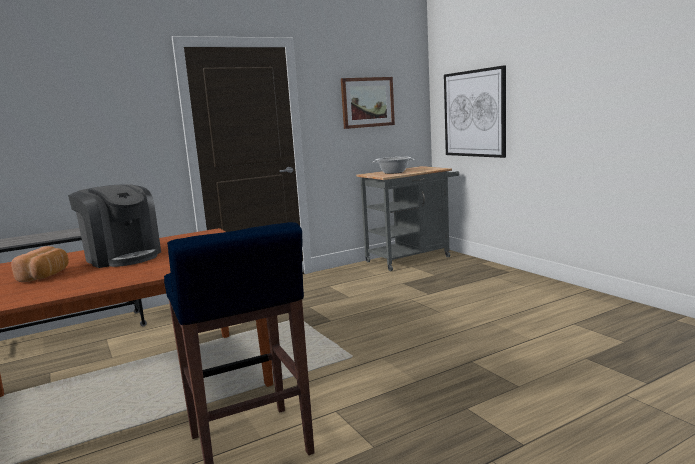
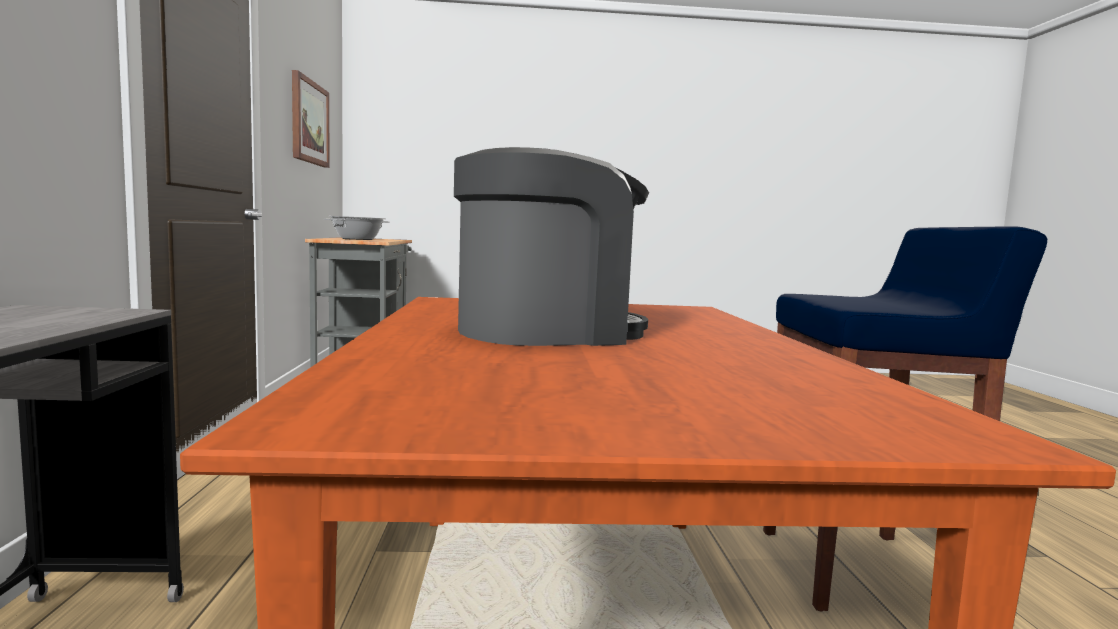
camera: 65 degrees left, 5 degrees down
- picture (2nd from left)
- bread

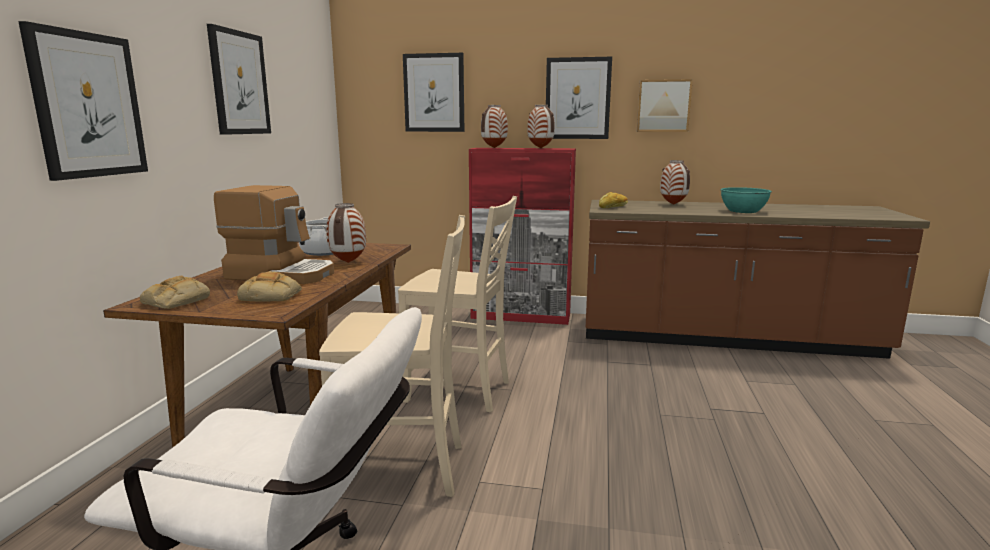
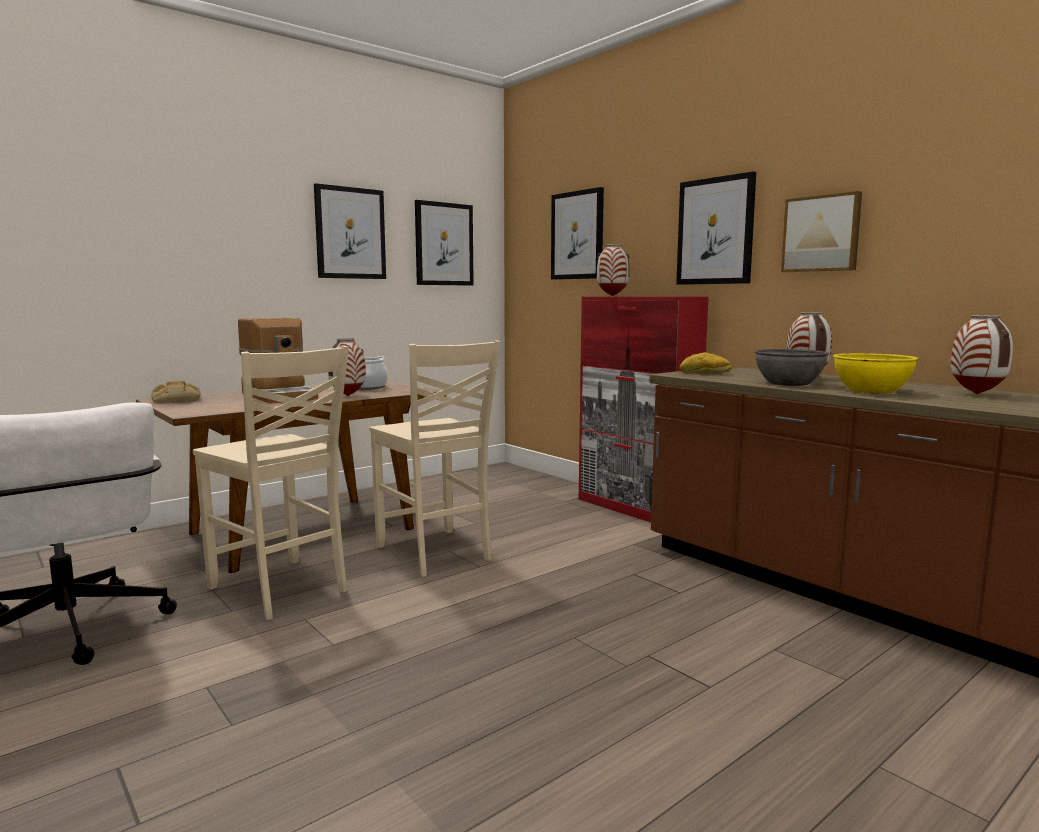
camera: 40 degrees right, 5 degrees down
~ picture (1st from left in the first image) to picture (2nd from left)
~ vase (3rd from left in the first image) to vase (4th from left)
~ bowl/turquoise to bowl/yellow
- bread (2nd from left)
+ bowl/grey

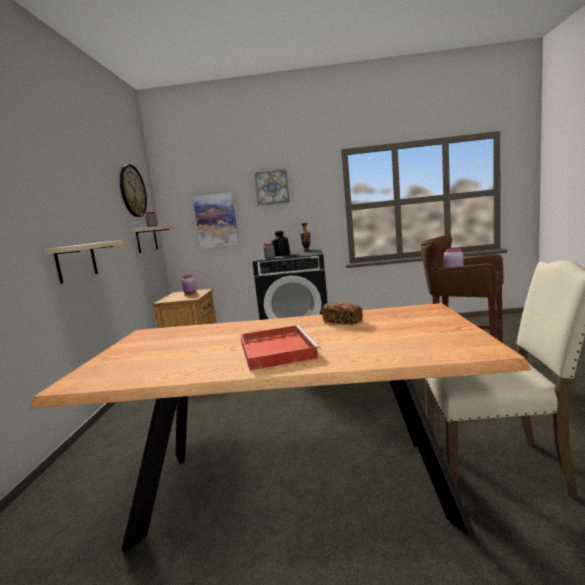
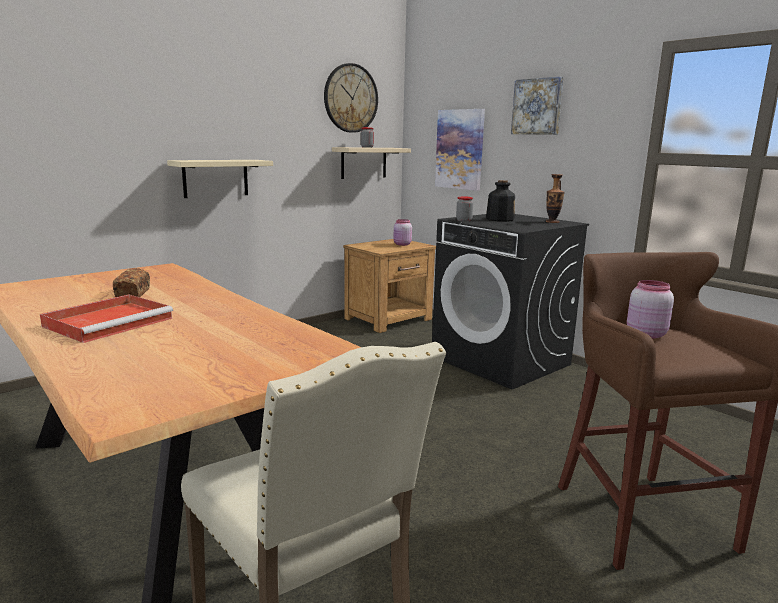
camera: 45 degrees right, 5 degrees up
~ bread

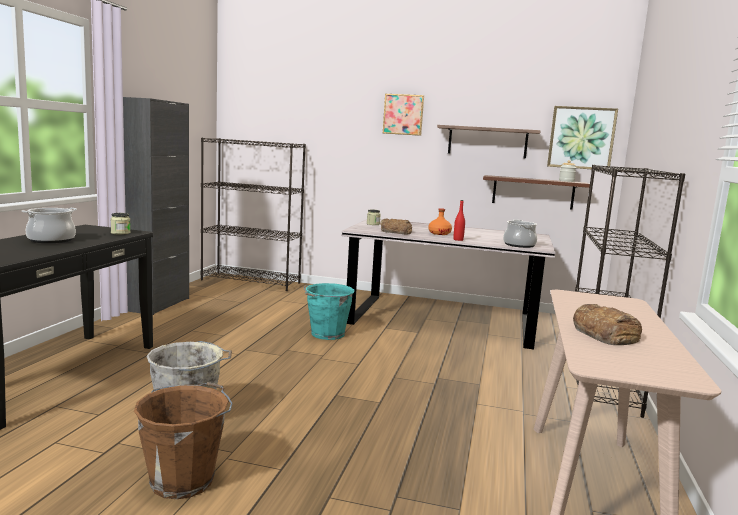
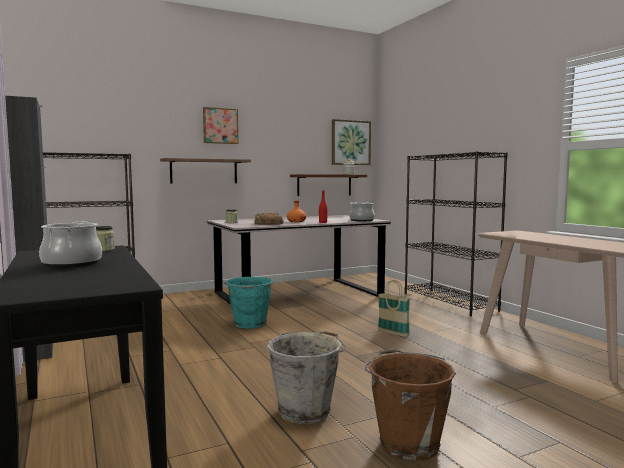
camera: 40 degrees left, 5 degrees down
~ shelf (1st from left)
- bread (2nd from left)
+ basket

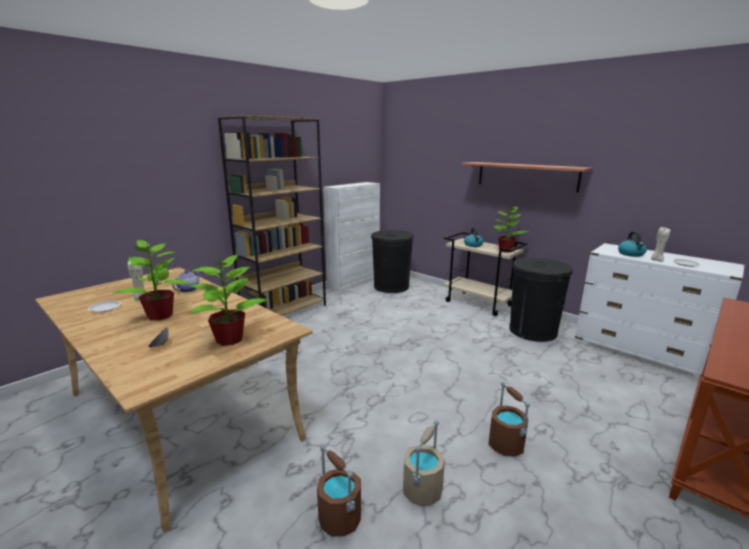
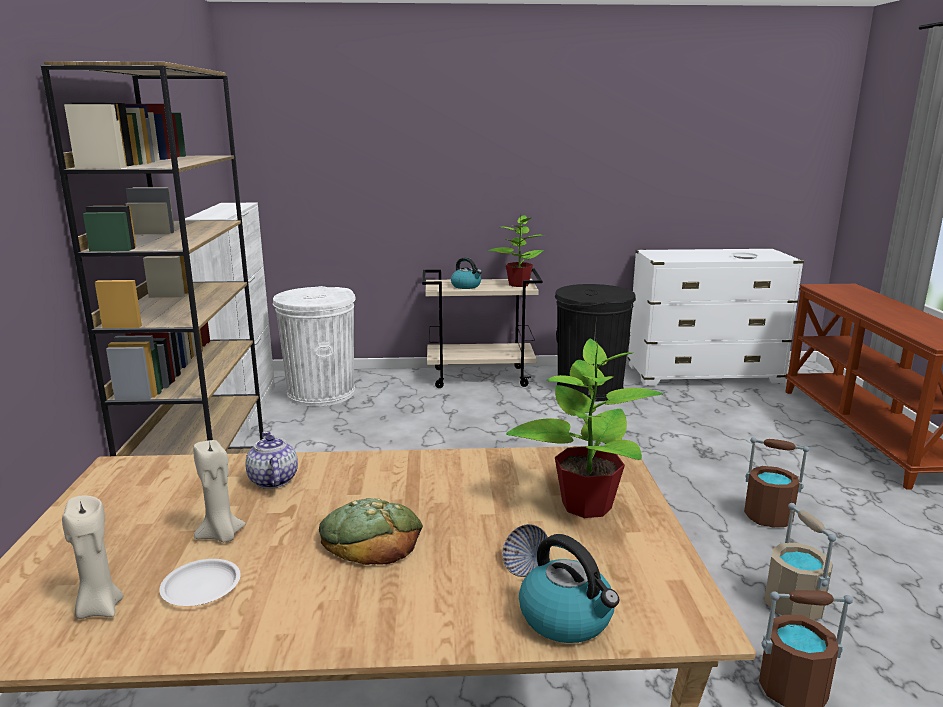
camera: 45 degrees left, 0 degrees up
- shelf
~ candle/beige (2nd from left in the first image) to candle/beige (1st from left)
~ trash can/black (1st from left) to trash can/white
~ kettle (2nd from left)
~ potted plant (1st from left) to bread

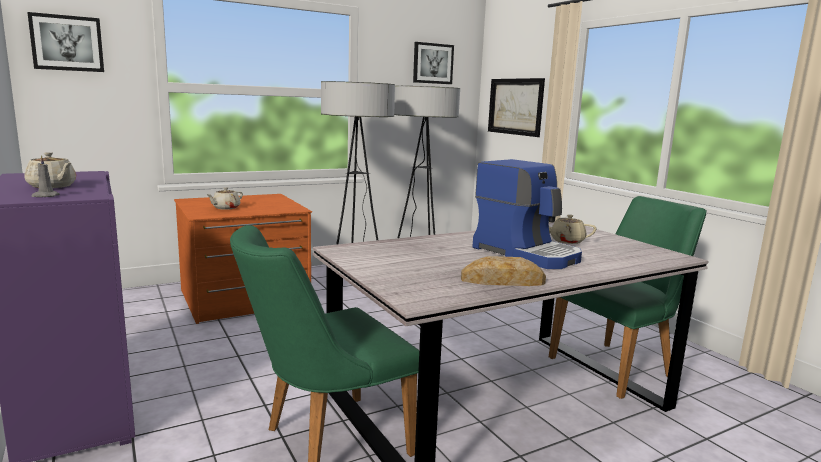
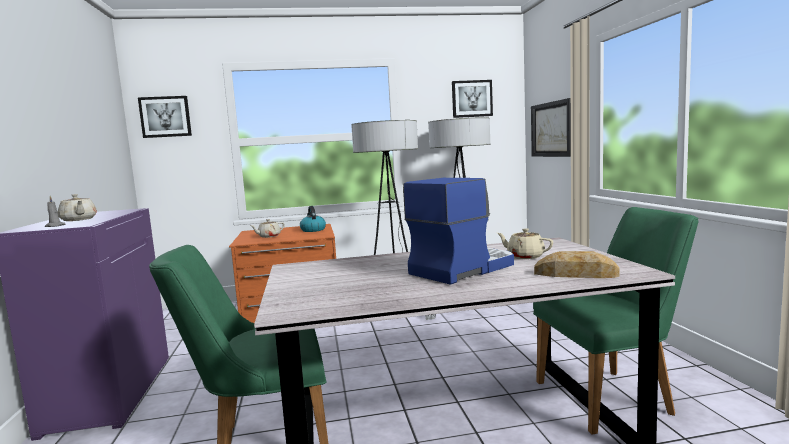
camera: 20 degrees right, 5 degrees down
~ coffee machine 105 degrees counterclockwise
~ bread
+ kettle

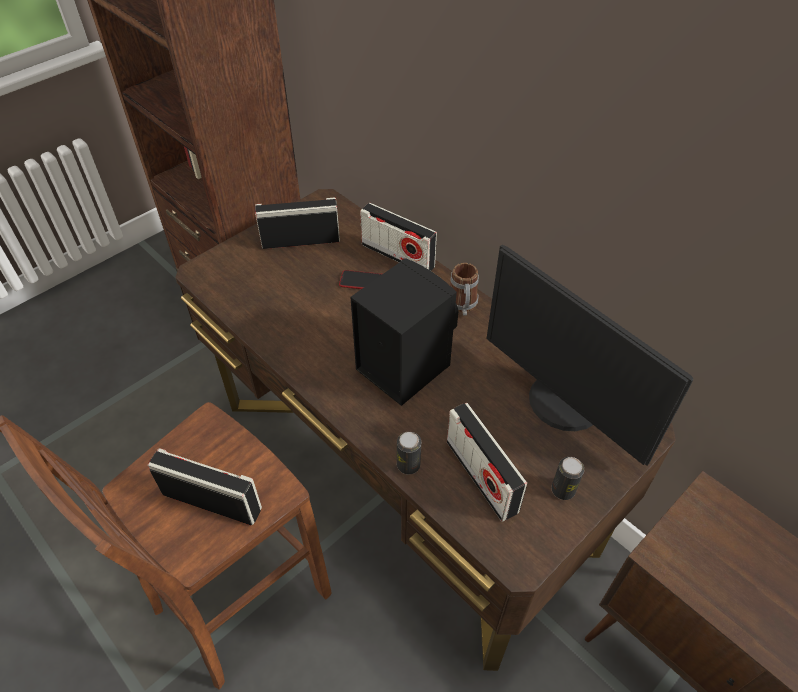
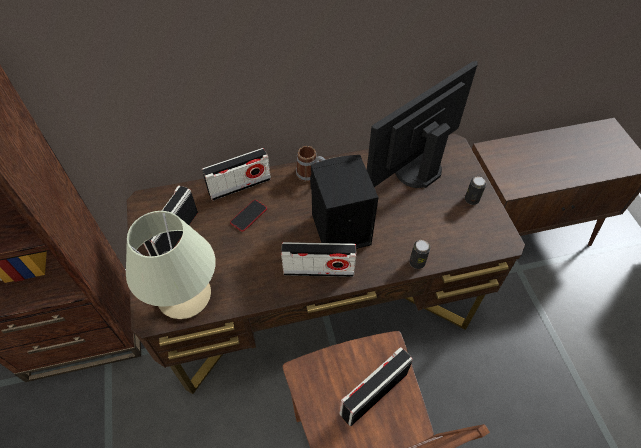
camera: 60 degrees left, 5 degrees up
~ monitor 150 degrees clockwise
~ radio (4th from left in the first image) to radio (3rd from left)
+ table lamp/beige

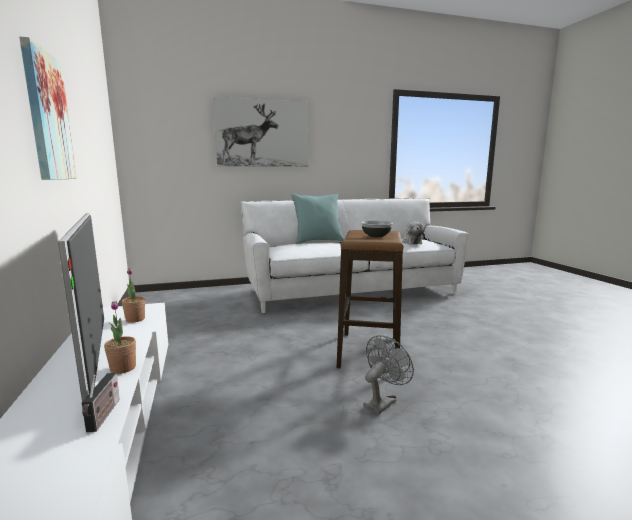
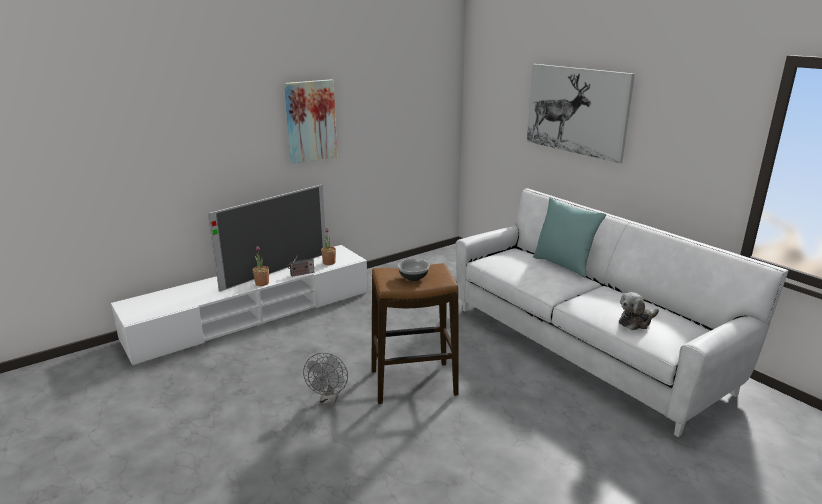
camera: 70 degrees right, 10 degrees up
~ fan/grey 75 degrees clockwise
~ radio

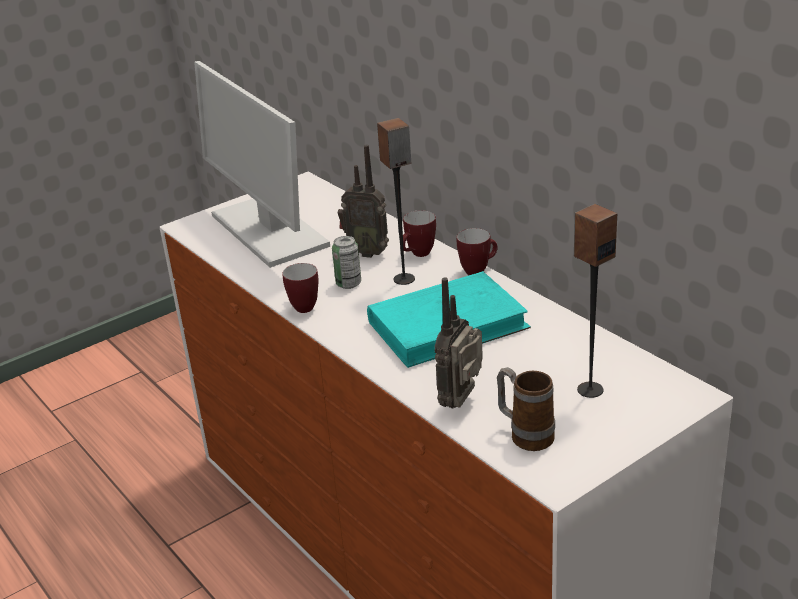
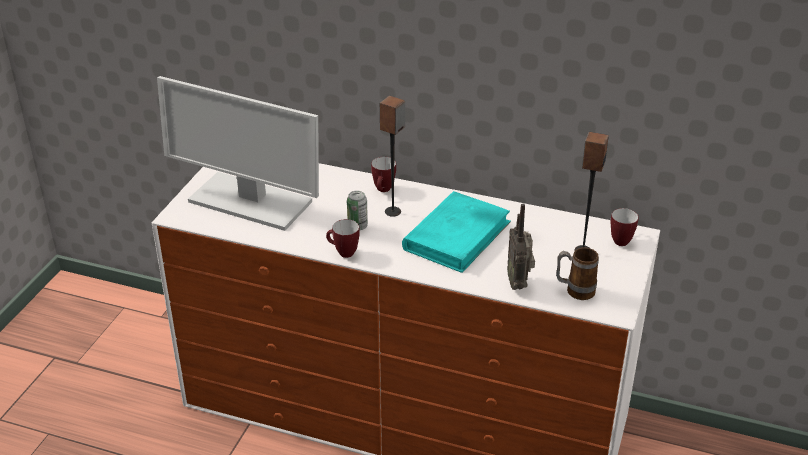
camera: 35 degrees left, 5 degrees up
- radio (1st from left)
~ mug (3rd from left in the first image) to mug (4th from left)

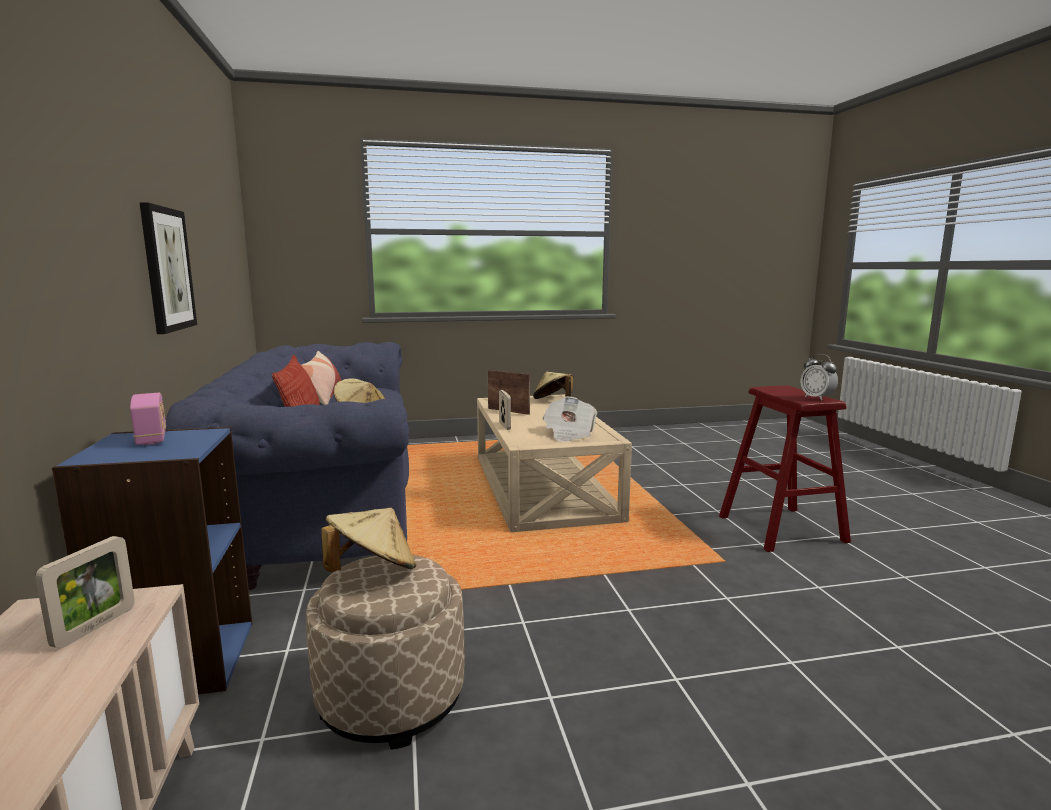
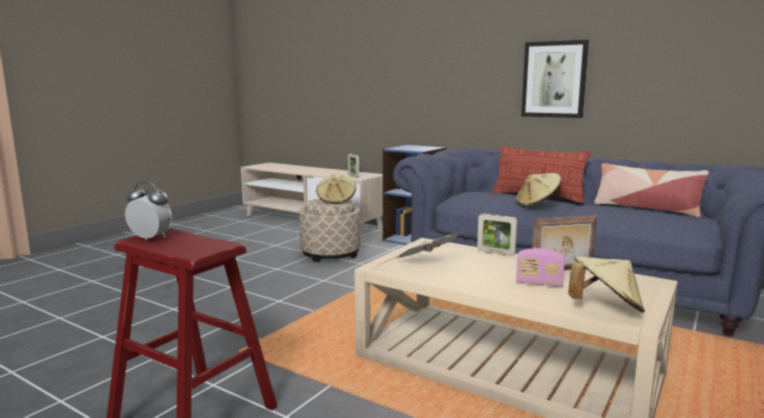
camera: 135 degrees right, 0 degrees up
~ radio

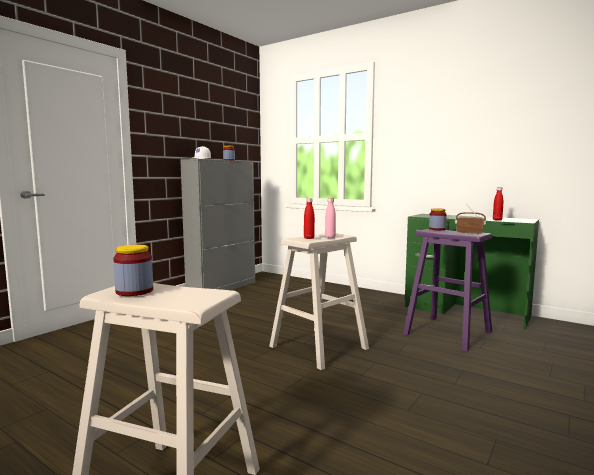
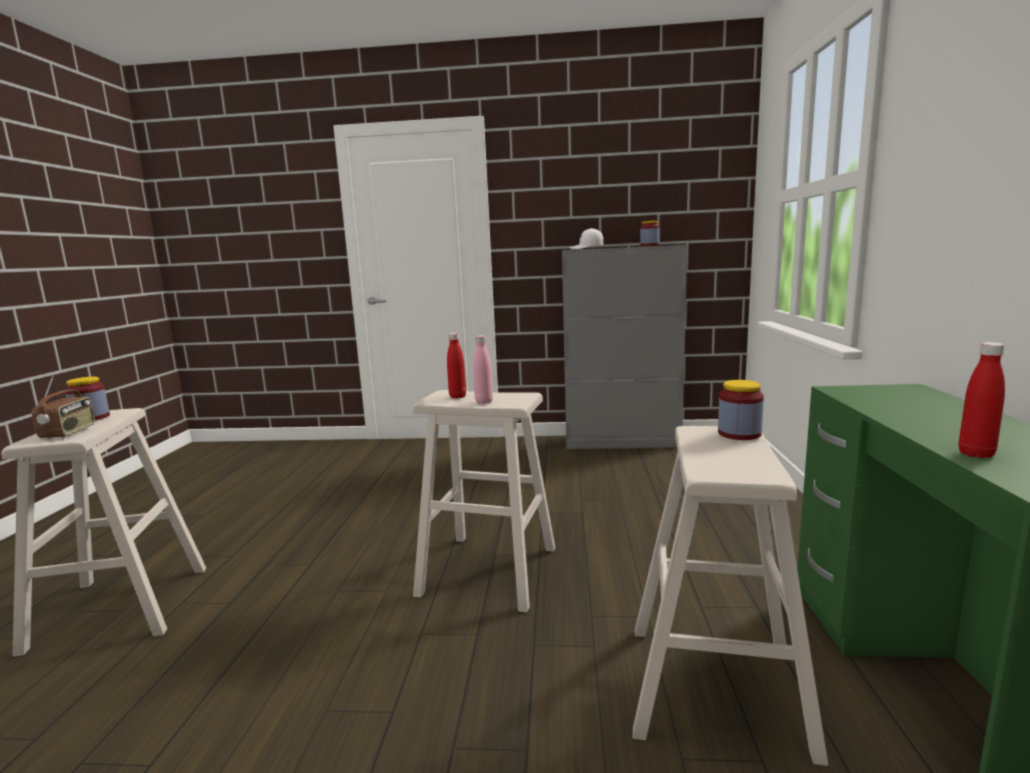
camera: 60 degrees right, 5 degrees up
~ radio
~ stool/purple to stool/beige (3rd from left)

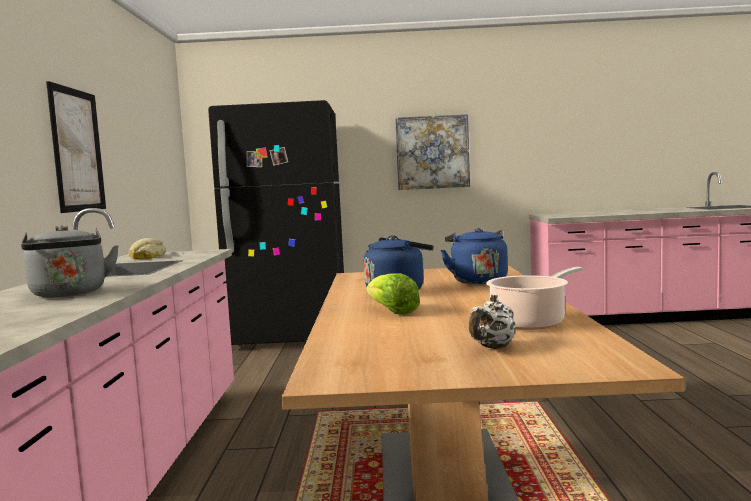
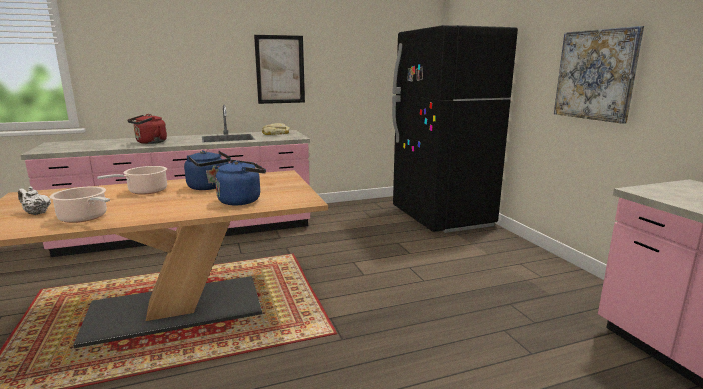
camera: 70 degrees right, 10 degrees up
~ kettle/grey to kettle/red
~ lettuce to cooking pot (2nd from left)

